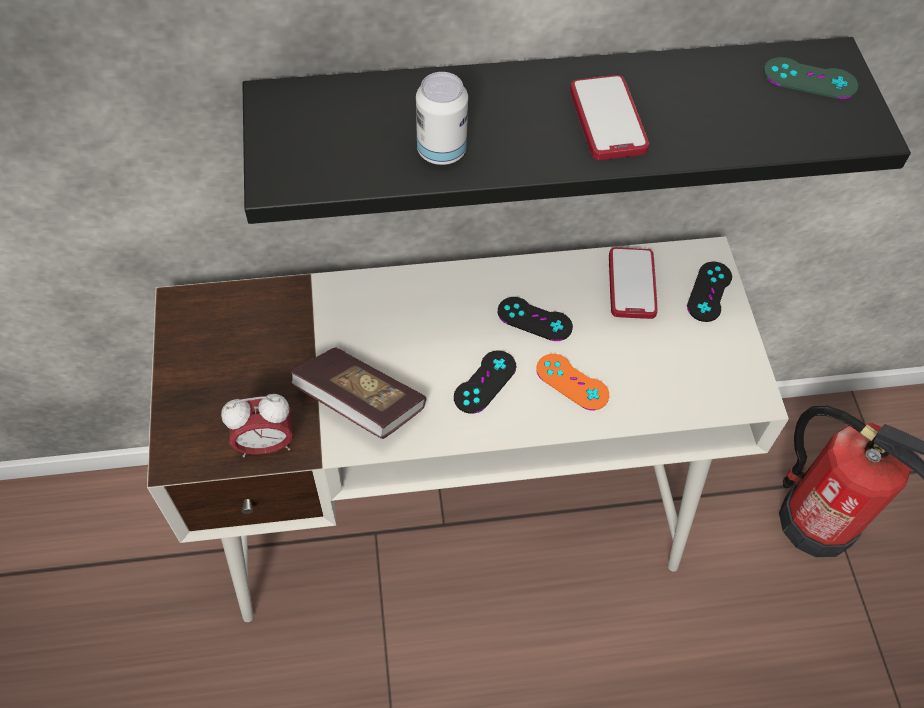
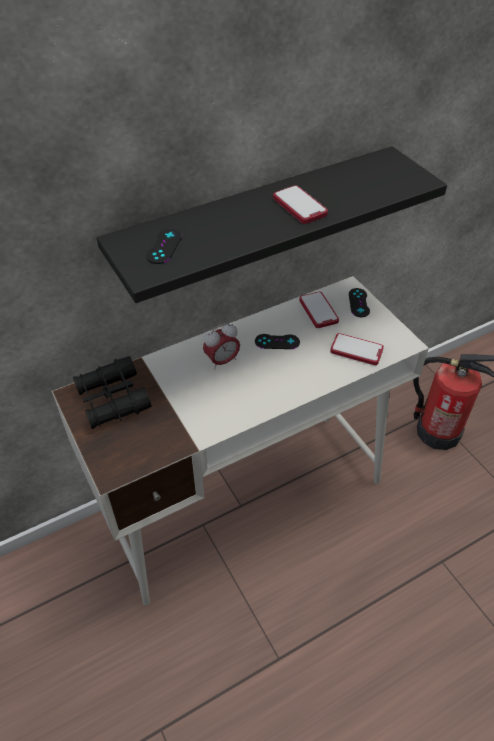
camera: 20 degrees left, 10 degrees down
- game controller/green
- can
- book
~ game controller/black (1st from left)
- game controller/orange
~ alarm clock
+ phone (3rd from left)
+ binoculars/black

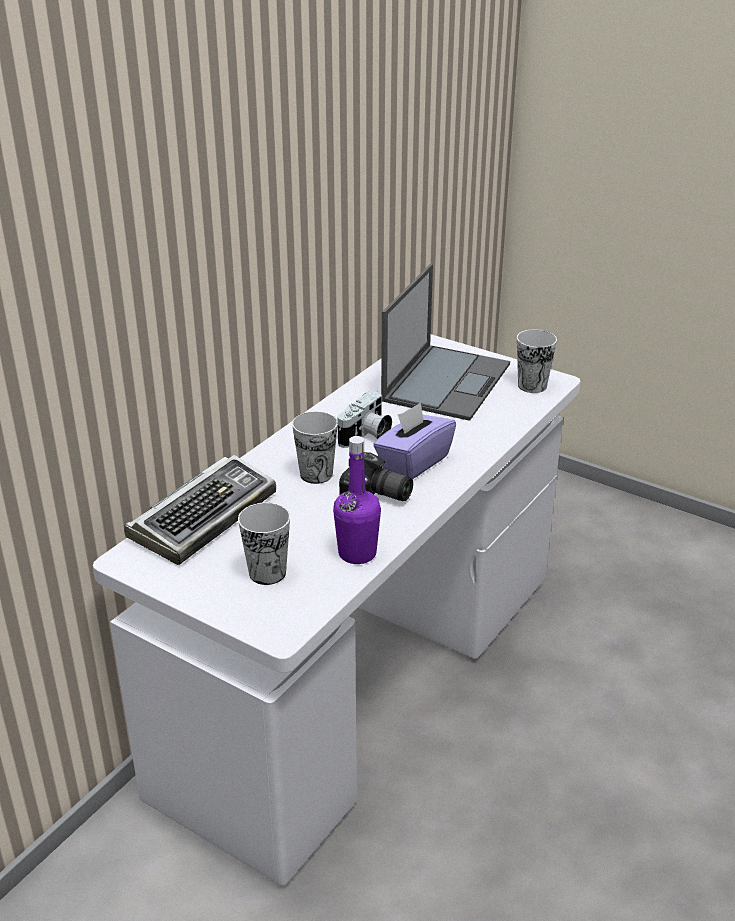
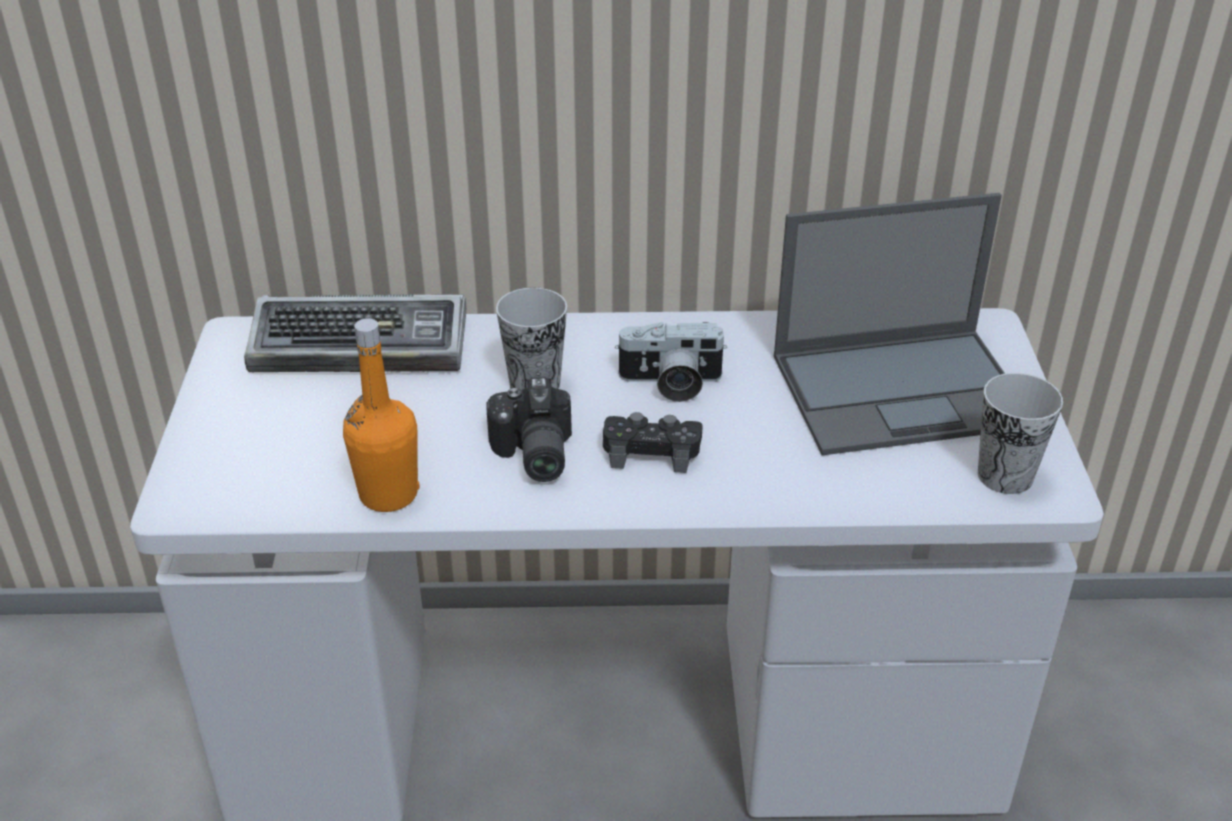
camera: 55 degrees right, 5 degrees up
~ tissue box/purple to game controller/black
~ bottle/purple to bottle/orange
- cup (1st from left)

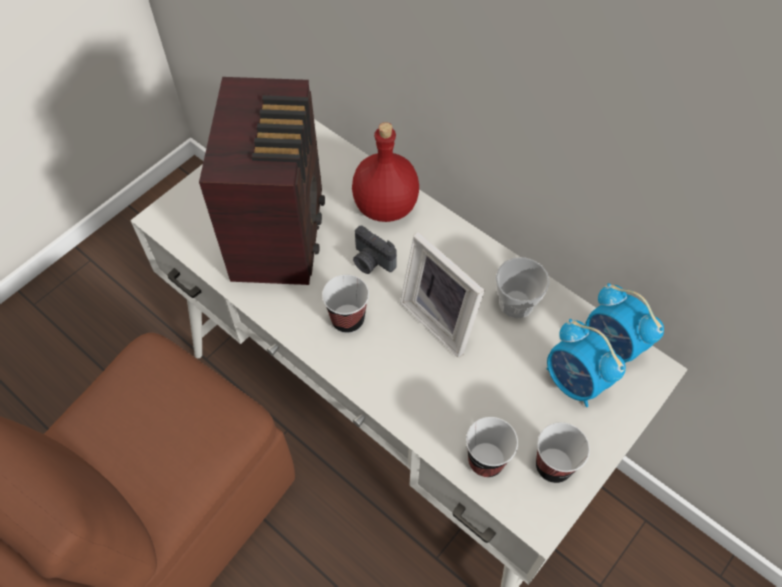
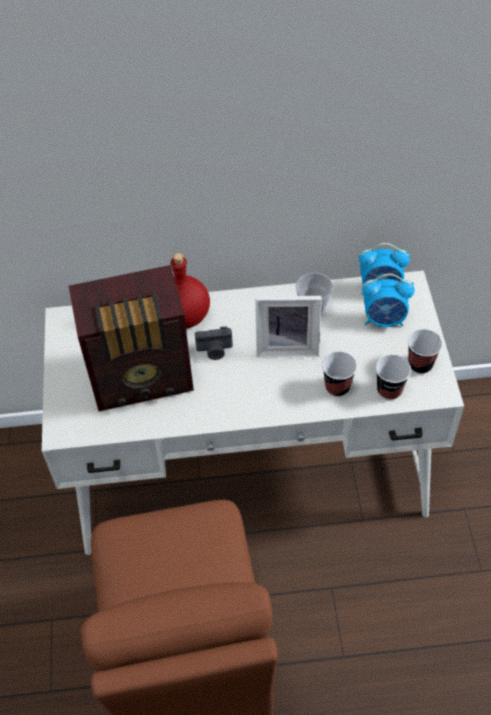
camera: 45 degrees left, 5 degrees down
~ radio 120 degrees clockwise
~ cup (1st from left in the first image) to cup (2nd from left)

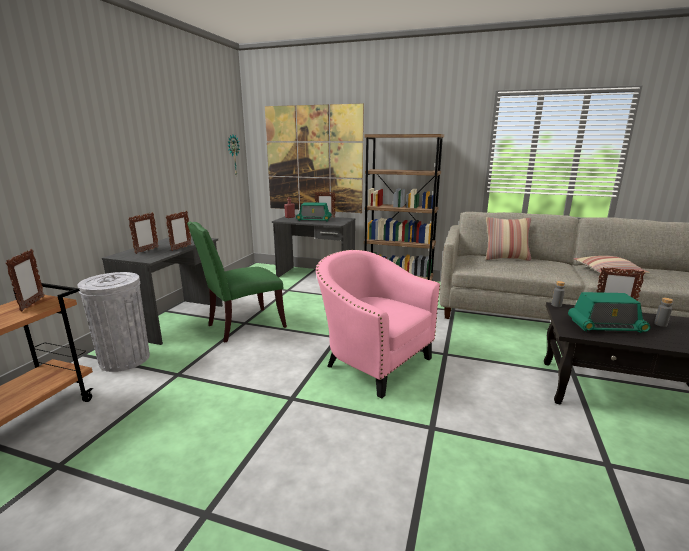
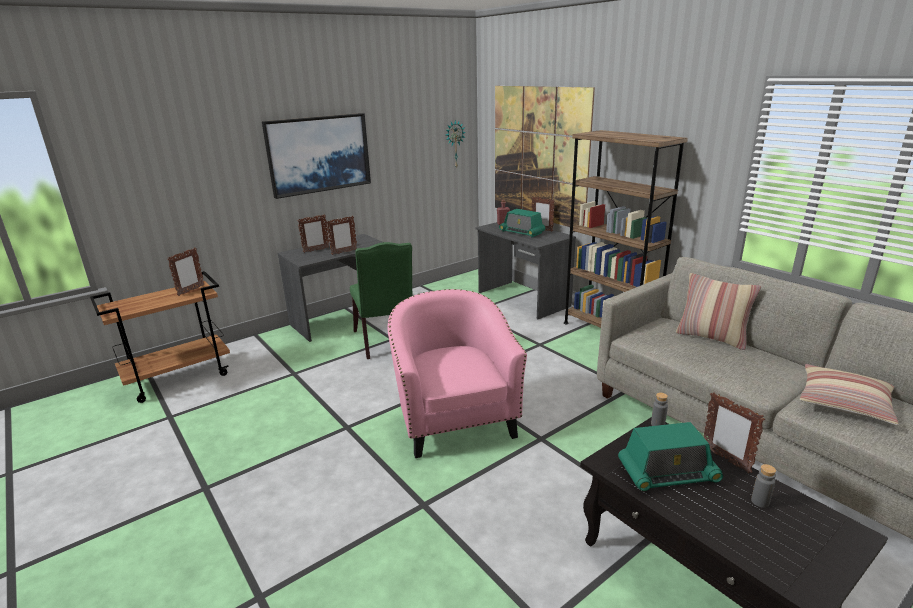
camera: 35 degrees right, 5 degrees up
~ chair/green 105 degrees counterclockwise
- trash can/grey
~ radio (2nd from left) 45 degrees counterclockwise
+ picture (1st from left)

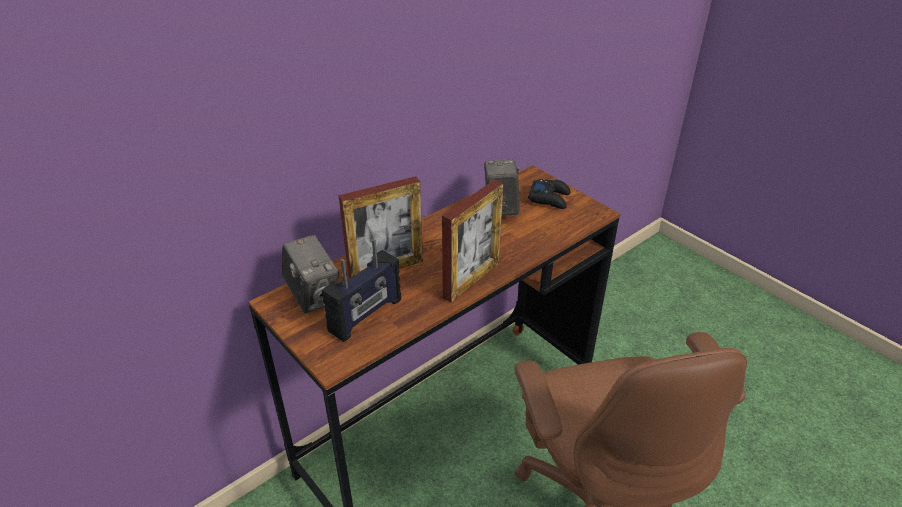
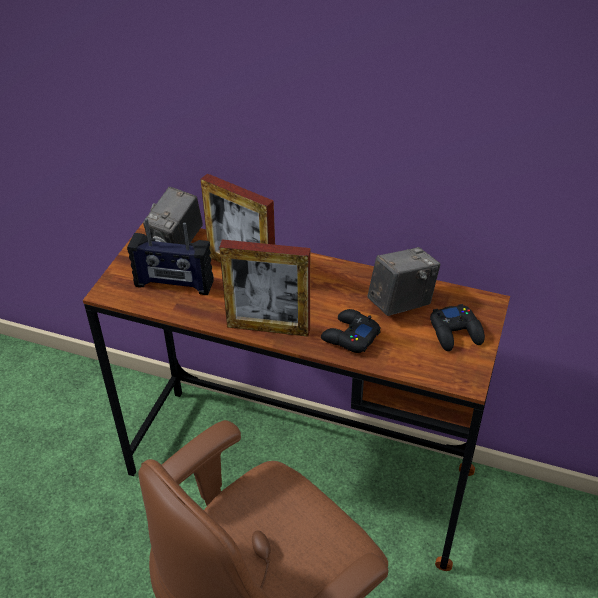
camera: 60 degrees right, 5 degrees up
+ game controller/black (1st from left)

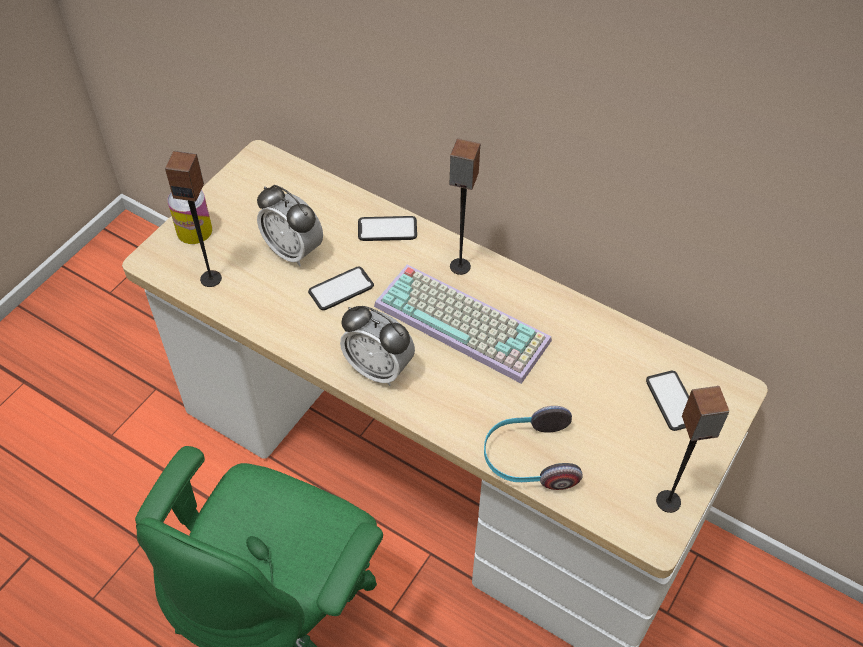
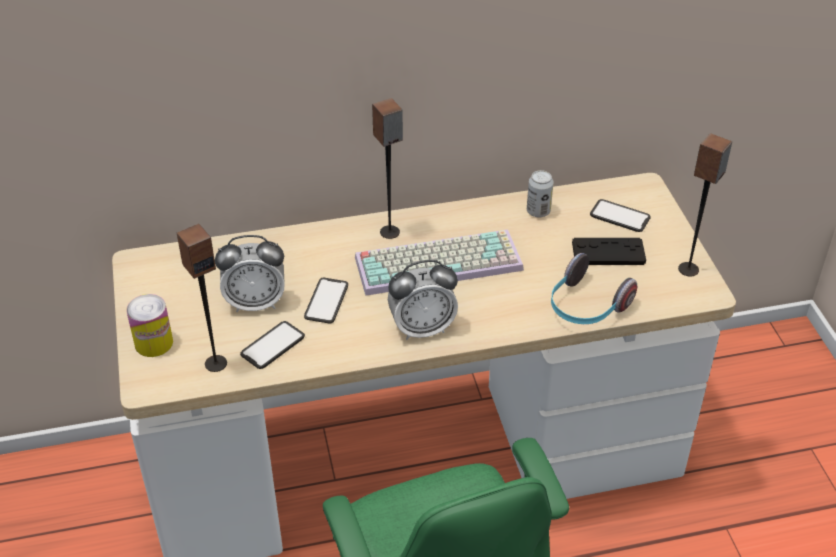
camera: 45 degrees left, 10 degrees down
~ phone (2nd from left in the first image) to phone (1st from left)
+ can (2nd from left)
+ game controller/black

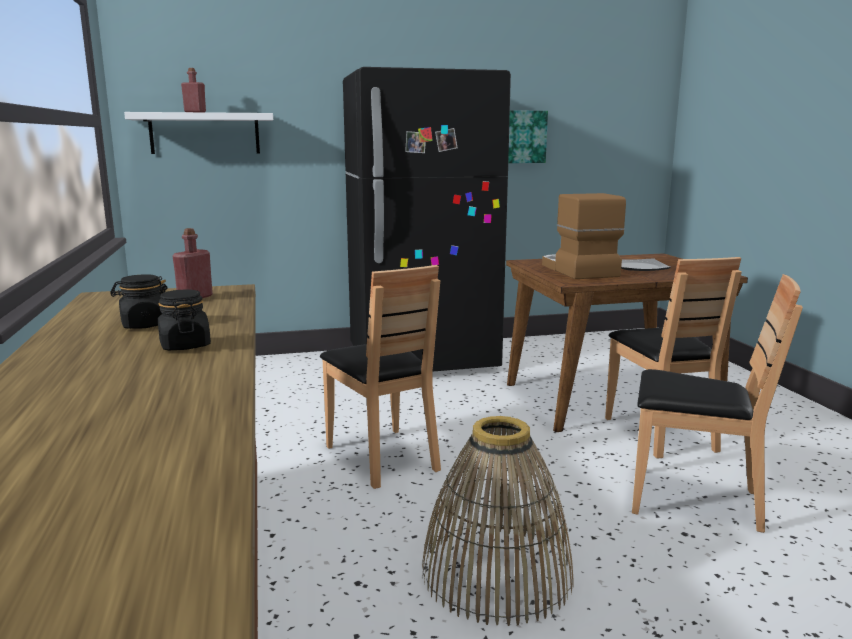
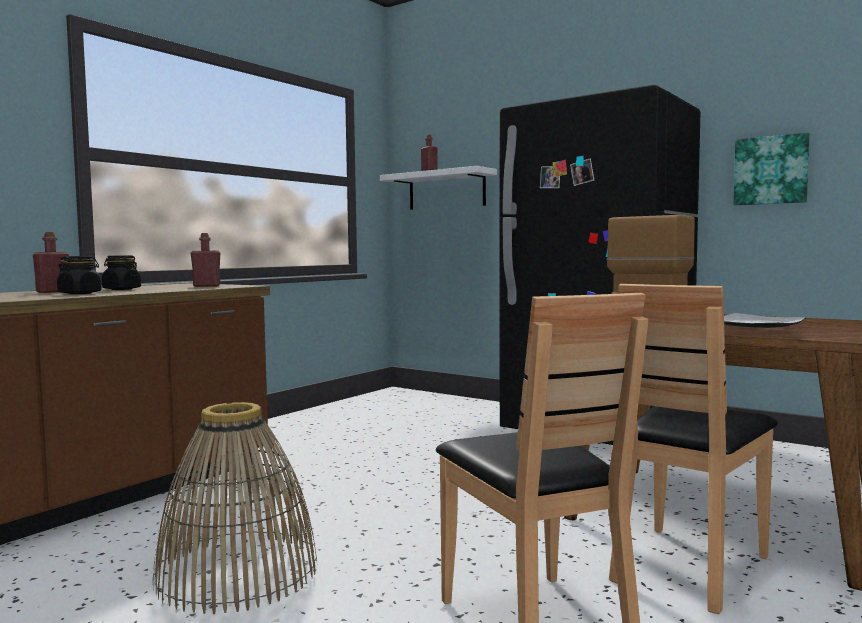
camera: 50 degrees right, 10 degrees down
- chair/brown (1st from left)
+ bottle/red (1st from left)

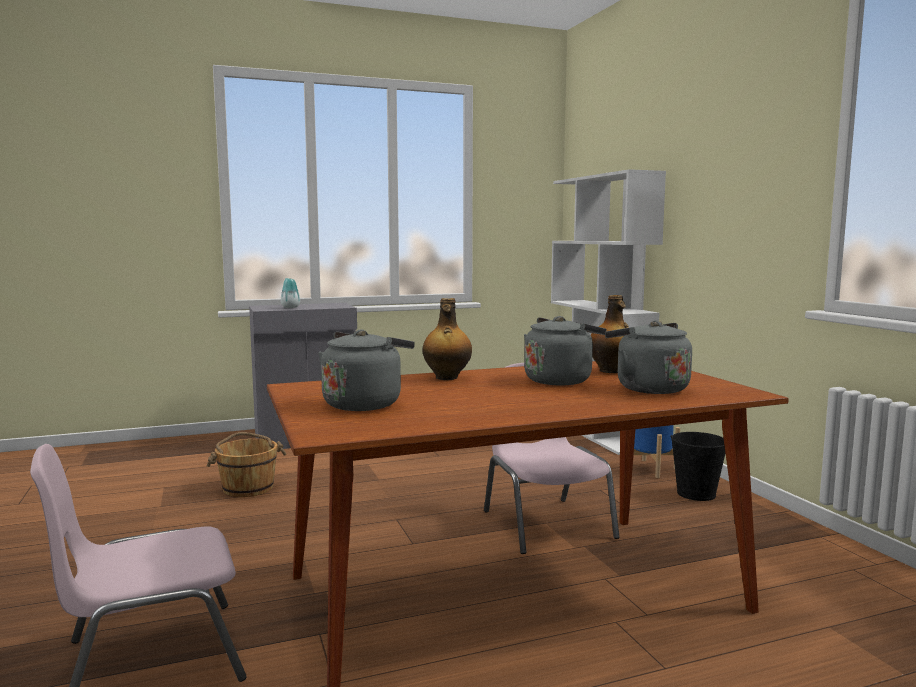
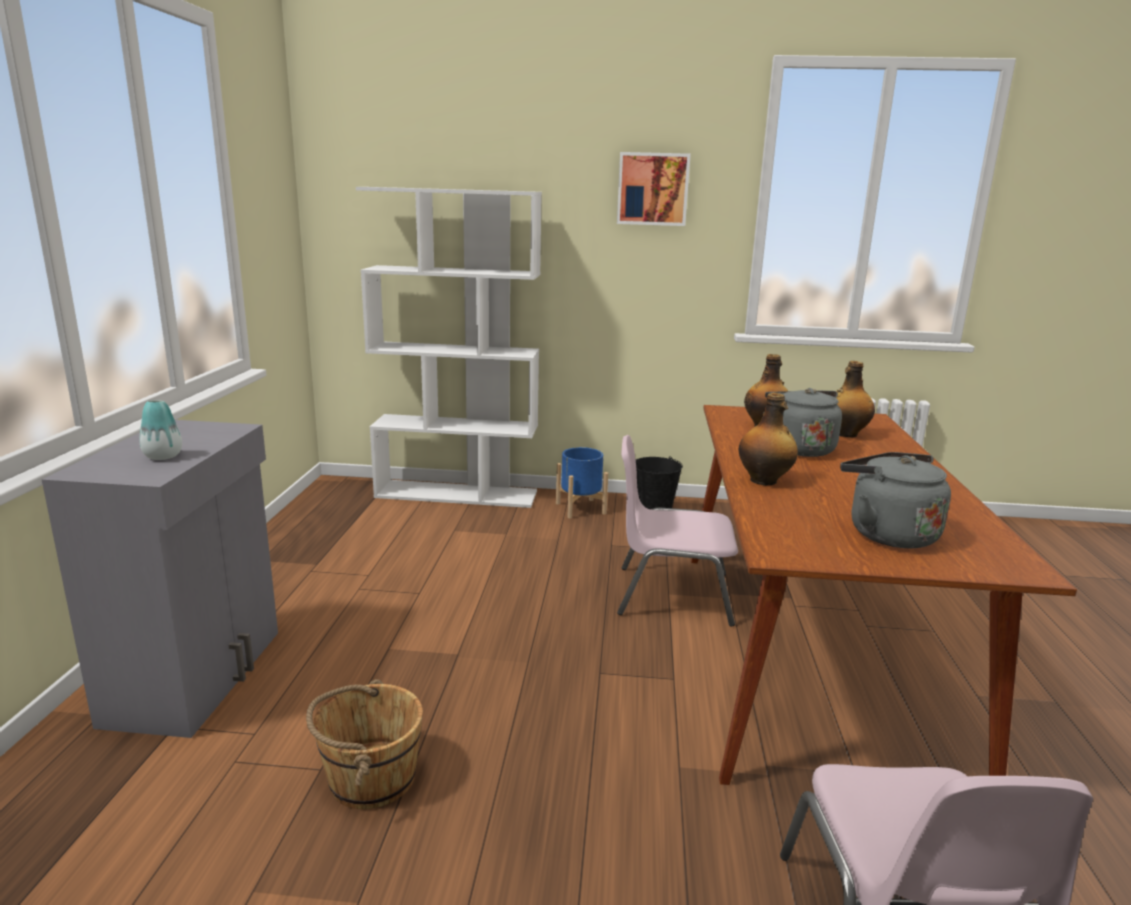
camera: 65 degrees left, 10 degrees up
~ kettle/grey (3rd from left) to bottle (3rd from left)
+ picture

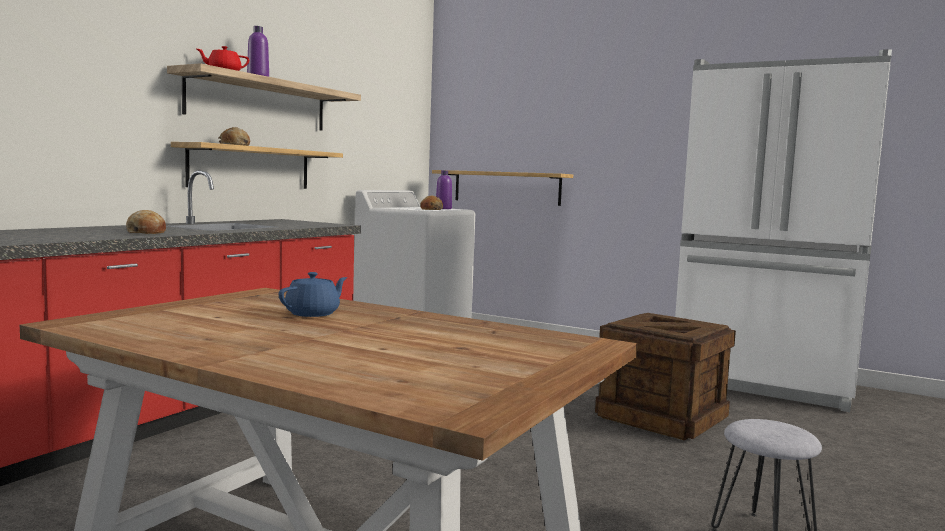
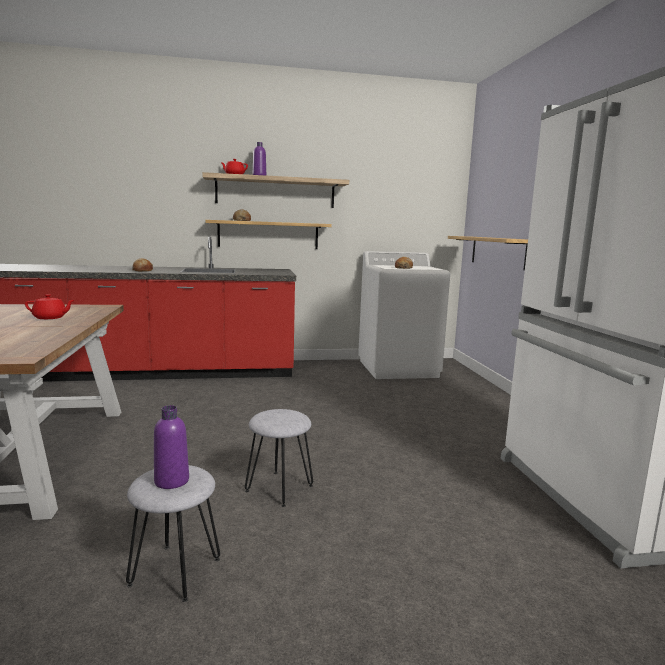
camera: 50 degrees right, 5 degrees up
~ bottle/purple (2nd from left in the first image) to bottle/purple (1st from left)
~ teapot/blue to teapot/red (1st from left)
- crate
+ stool/grey (2nd from left)

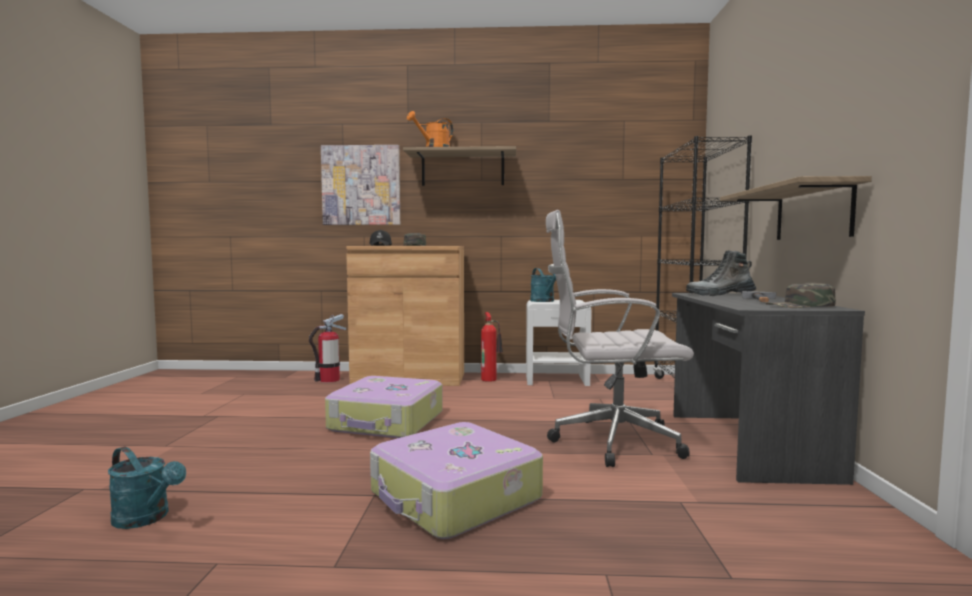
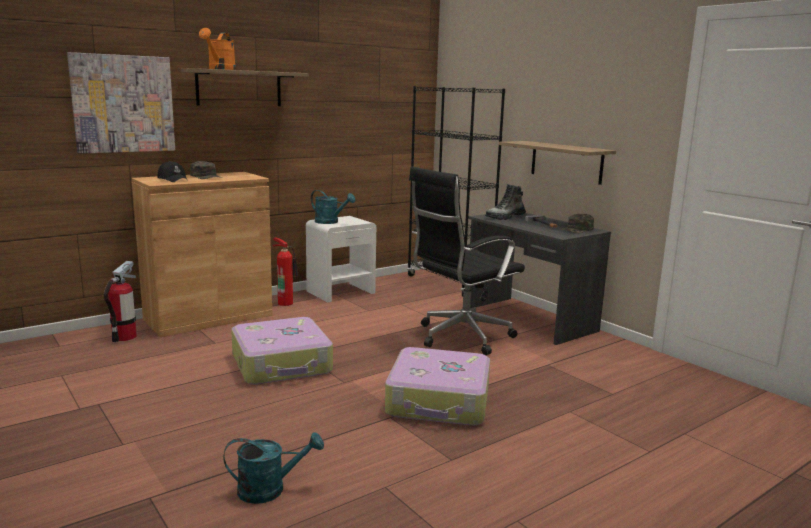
camera: 40 degrees left, 10 degrees up
~ office chair/white to office chair/black

